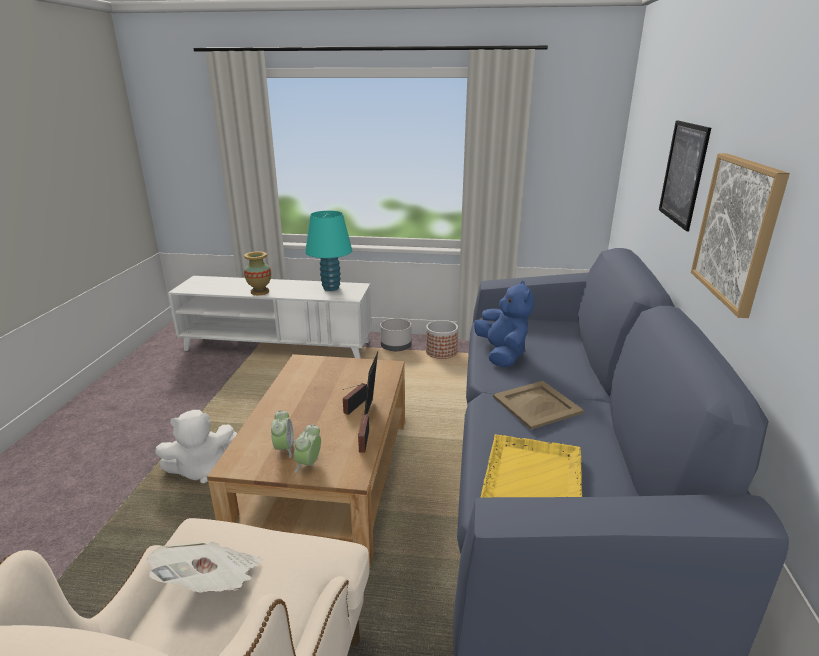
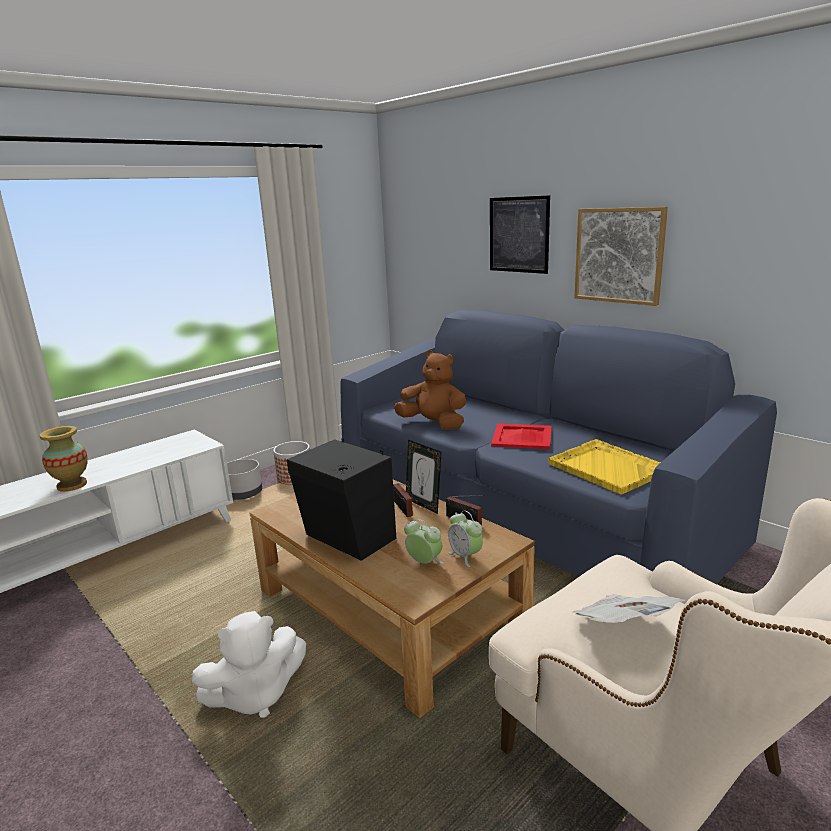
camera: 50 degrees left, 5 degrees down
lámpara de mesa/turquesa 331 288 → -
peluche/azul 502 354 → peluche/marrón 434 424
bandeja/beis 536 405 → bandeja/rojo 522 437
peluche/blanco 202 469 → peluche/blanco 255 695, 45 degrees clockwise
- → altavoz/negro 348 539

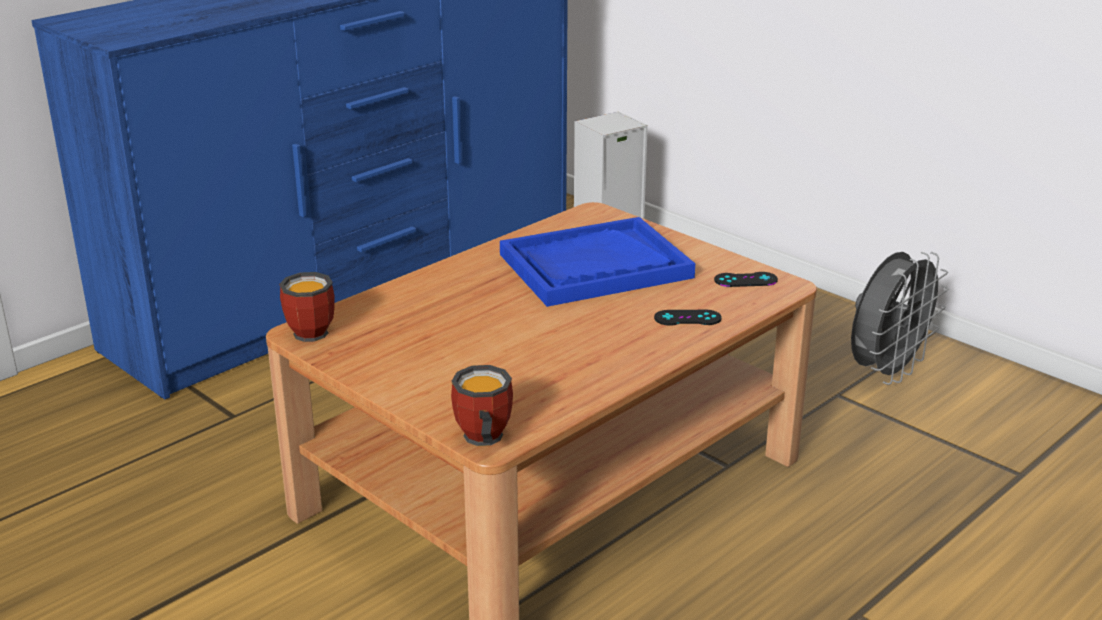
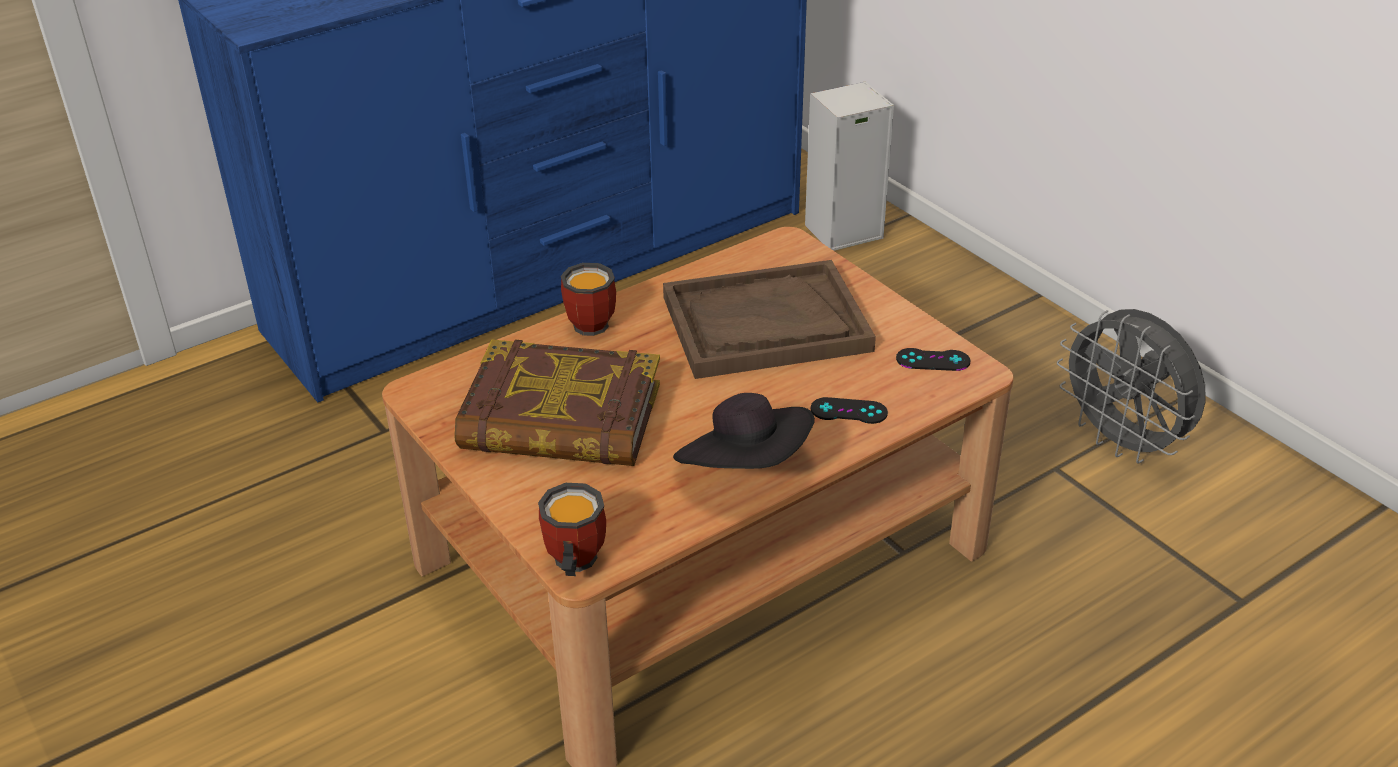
camera: 10 degrees right, 10 degrees up
bandeja/azul 595 266 → bandeja/marrón 765 324
ventilador/gris 886 372 → ventilador/gris 1122 442, 90 degrees clockwise
taza grande 309 330 → taza grande 589 321, moved
- → libro 561 419
- → sombrero/negro 745 467

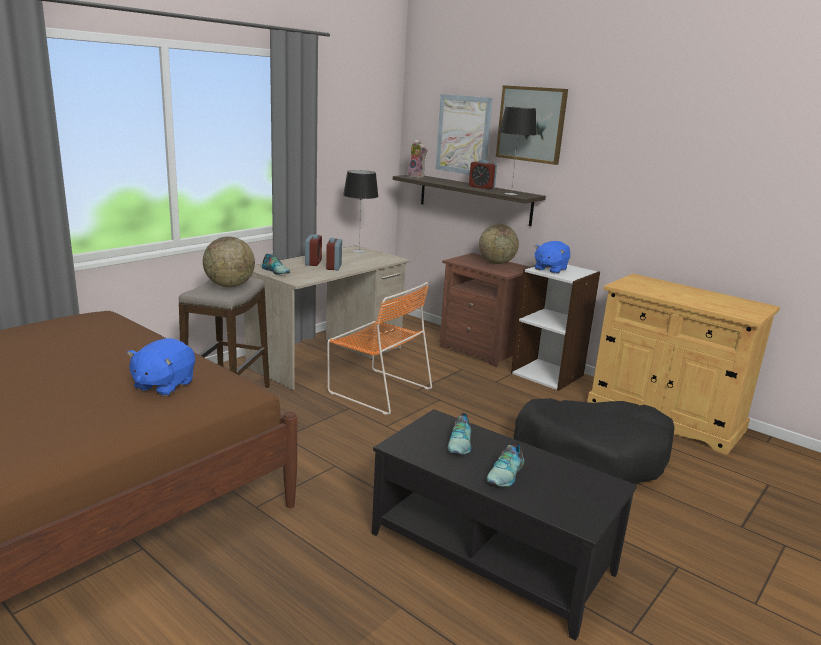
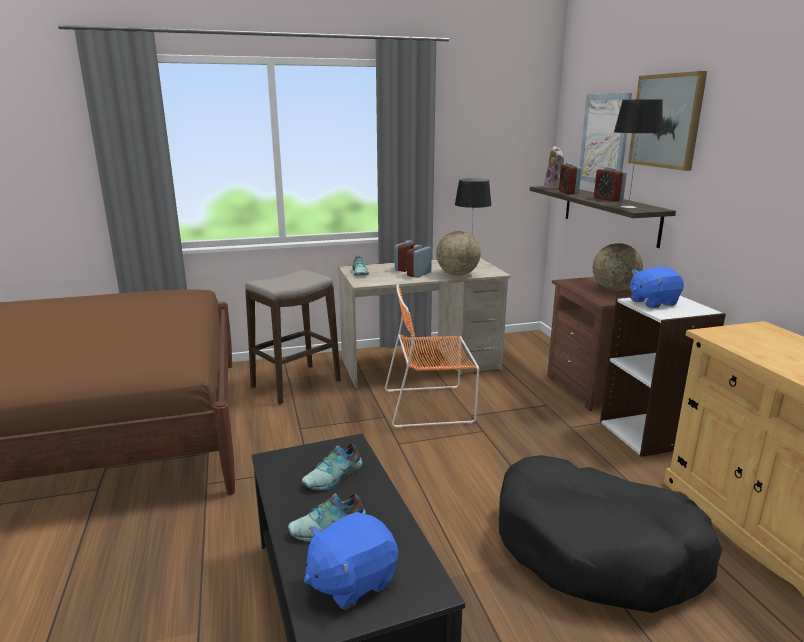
camera: 35 degrees right, 0 degrees up
globo terráqueo 230 286 → globo terráqueo 457 274, moved
silla/naranja 377 389 → silla/naranja 431 405, 105 degrees clockwise
peluche/azul 163 385 → peluche/azul 351 581, moved
- → despertador 568 192

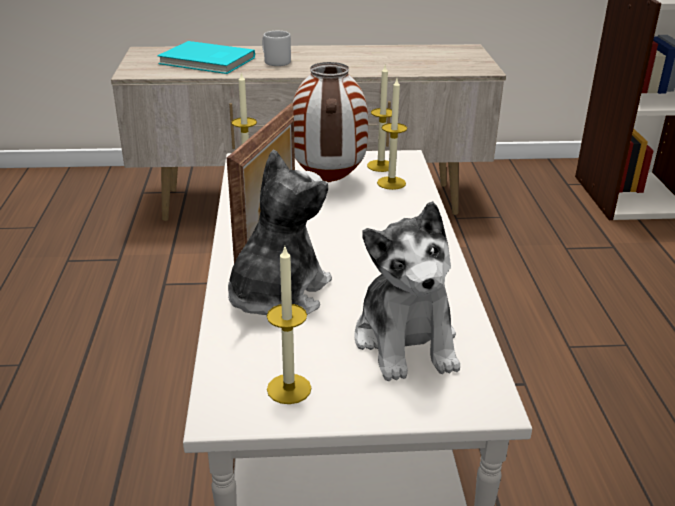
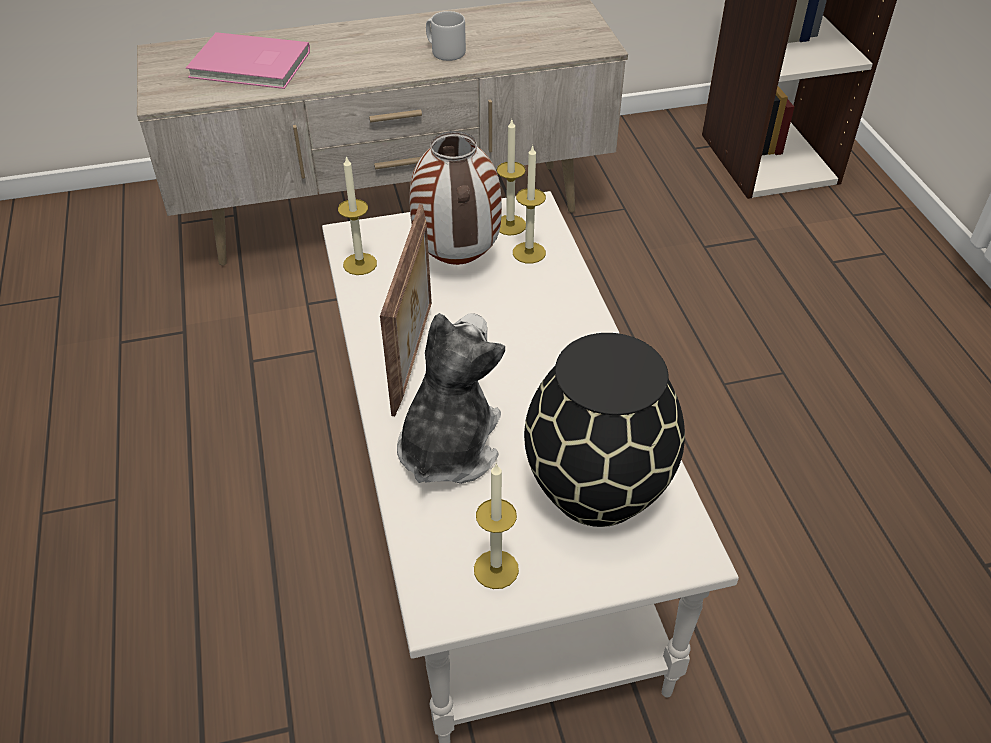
camera: 10 degrees left, 15 degrees up
taza grande/gris 275 61 → taza grande/gris 445 52, moved
libro/turquesa 207 61 → libro/rosa 250 66
peluche 406 341 → florero/negro 598 487

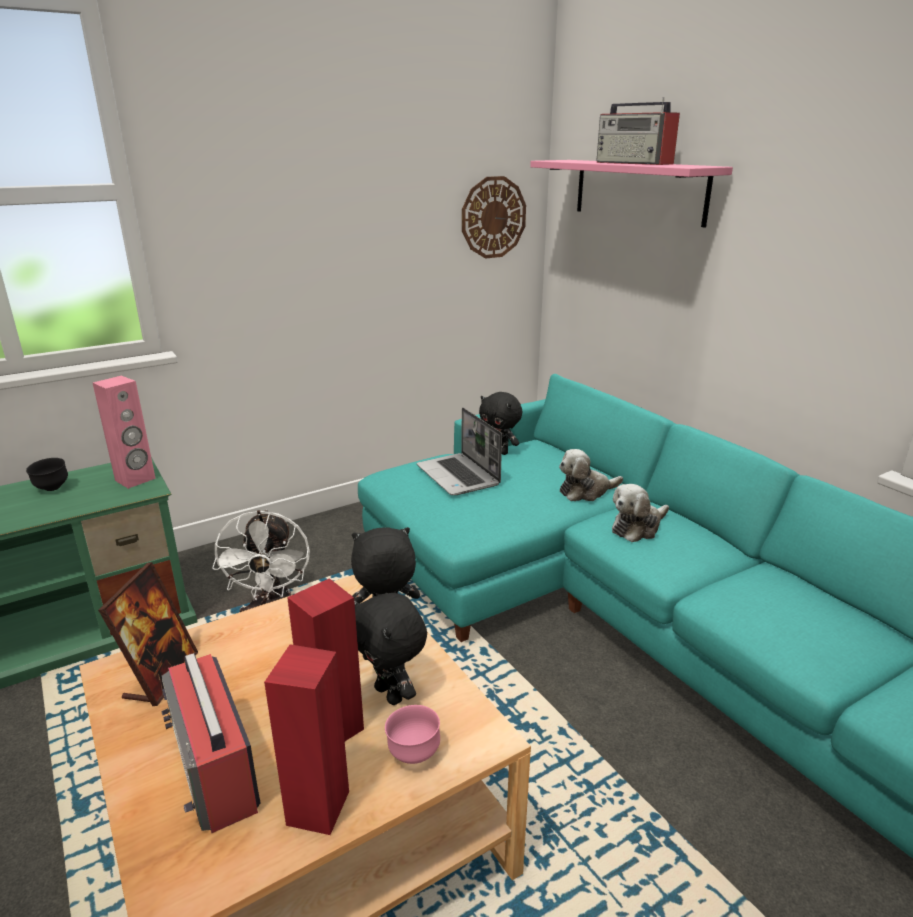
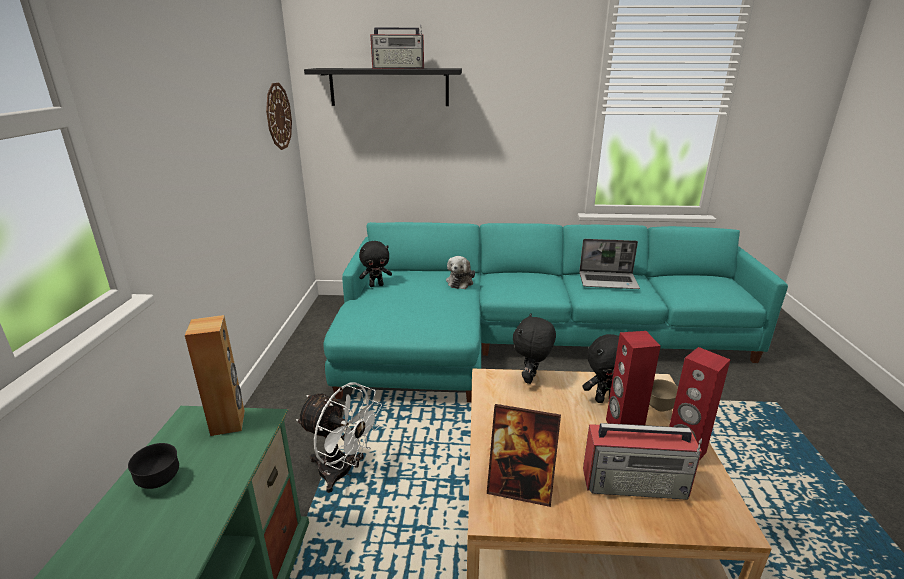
camera: 55 degrees left, 0 degrees up
estante/rosa 638 191 → estante/negro 389 87
altavoz/rosa 135 479 → altavoz/marrón 228 423
portátil 459 476 → portátil 608 281, moved
peluche 637 527 → -
portarretratos 161 676 → portarretratos 520 489, 150 degrees clockwise
cuenco/rosa 413 754 → cuenco/marrón 658 408

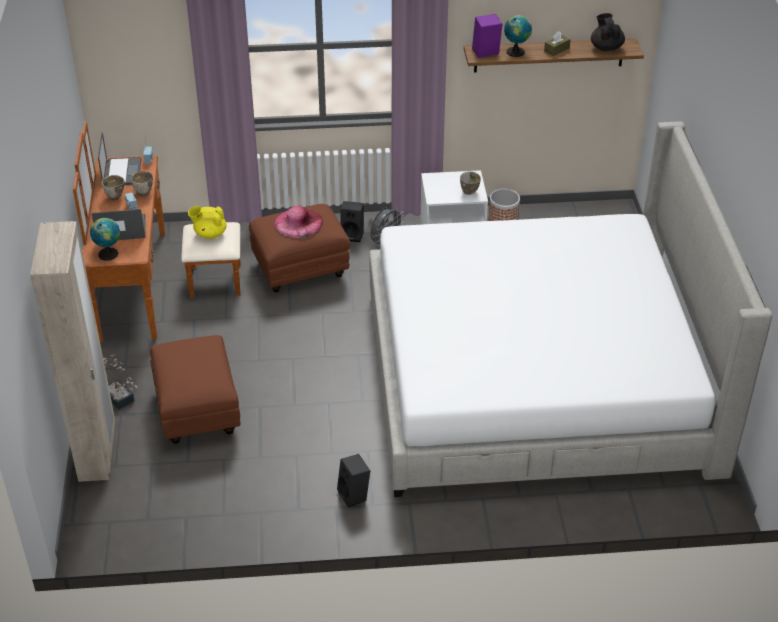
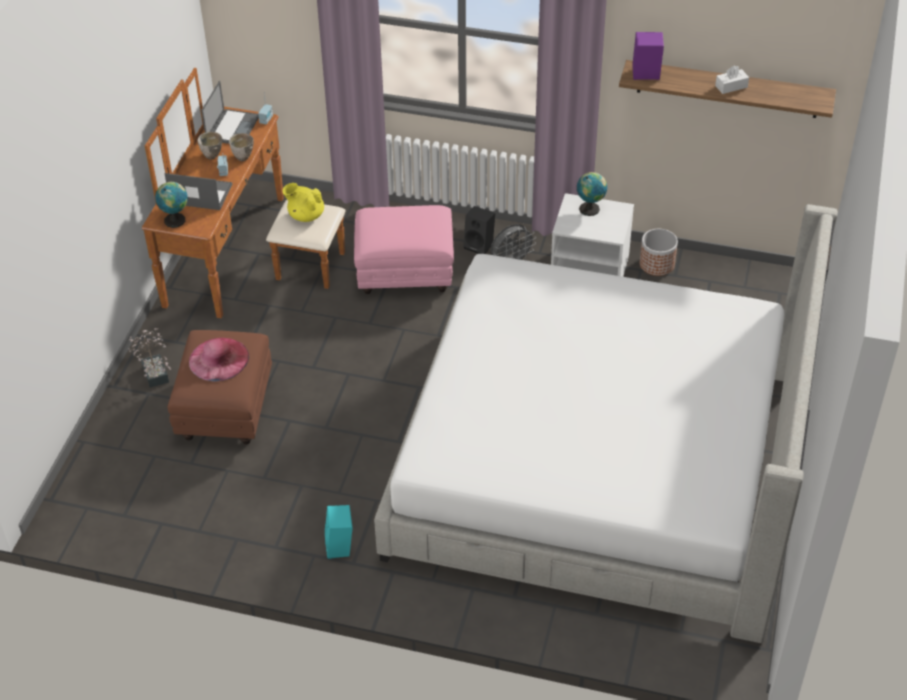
camera: 20 degrees right, 5 degrees up
tetera/negro 606 47 → -
globo terráqueo 516 51 → globo terráqueo 590 208, moved
caja de pañuelos/marrón 556 50 → caja de pañuelos/blanco 731 86
cuenco 468 192 → -
puf/marrón 301 269 → puf/rosa 406 273
sombrero/rosa 298 223 → sombrero/rosa 218 359, moved
armario ropero/beis 98 453 → -
altavoz/negro 355 495 → altavoz/turquesa 341 547

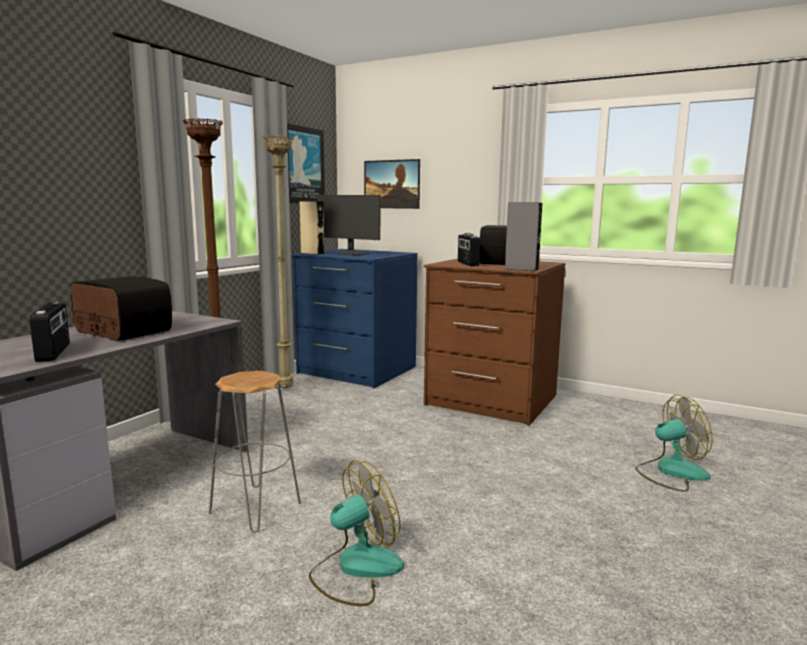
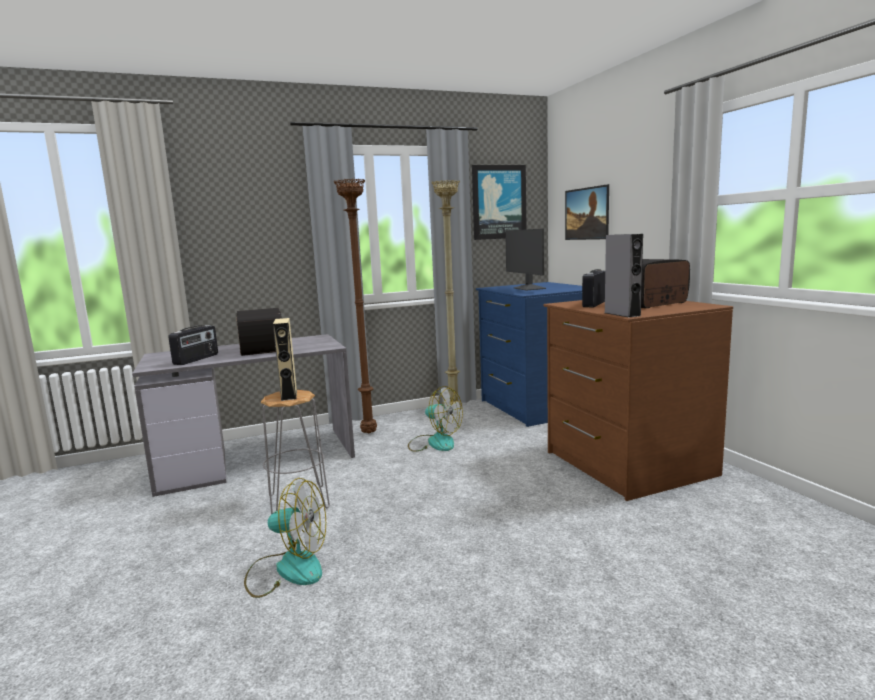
camera: 40 degrees right, 0 degrees up
altavoz/beis 312 253 → altavoz/beis 289 395, moved
ventilador 671 472 → ventilador 434 442, moved

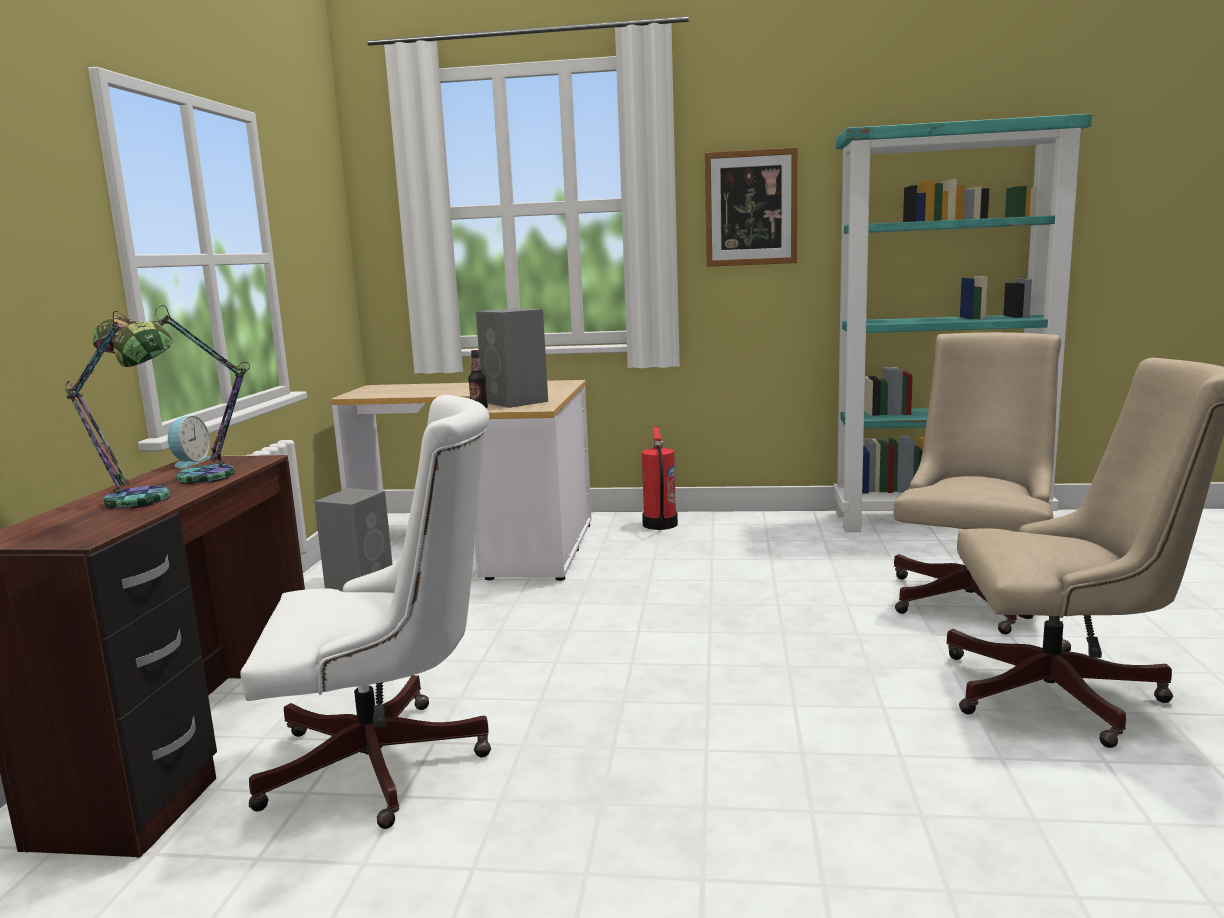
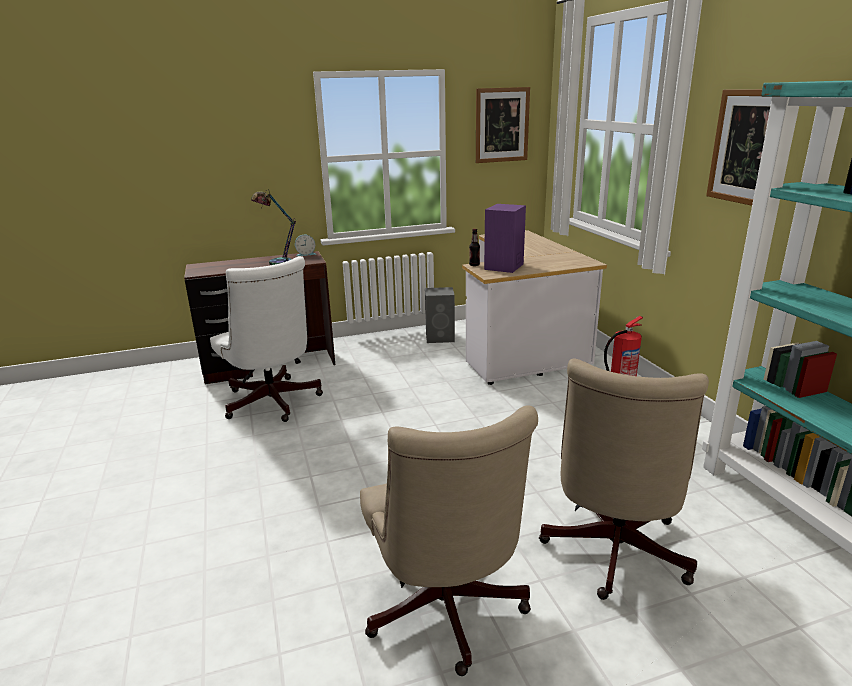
camera: 65 degrees right, 10 degrees up
altavoz/gris 516 402 → altavoz/morado 503 267
lámpara de mesa 145 504 → -
silla de oficina/beis 974 596 → silla de oficina/beis 612 554, 105 degrees clockwise
- → cuadro 502 125

